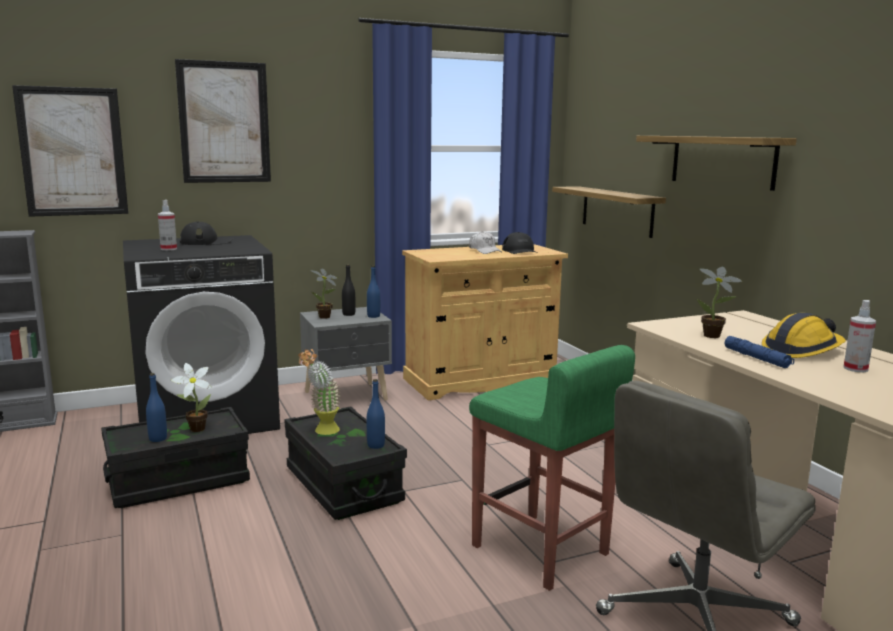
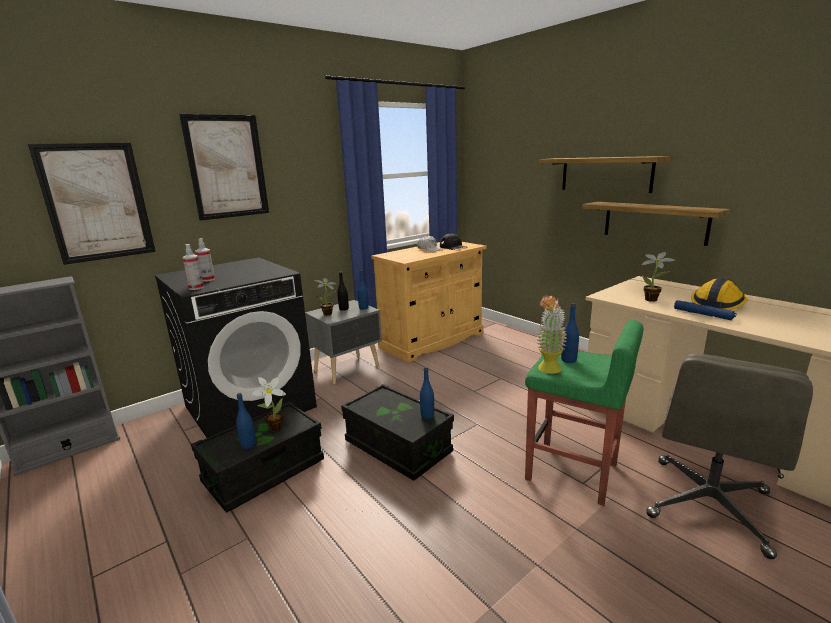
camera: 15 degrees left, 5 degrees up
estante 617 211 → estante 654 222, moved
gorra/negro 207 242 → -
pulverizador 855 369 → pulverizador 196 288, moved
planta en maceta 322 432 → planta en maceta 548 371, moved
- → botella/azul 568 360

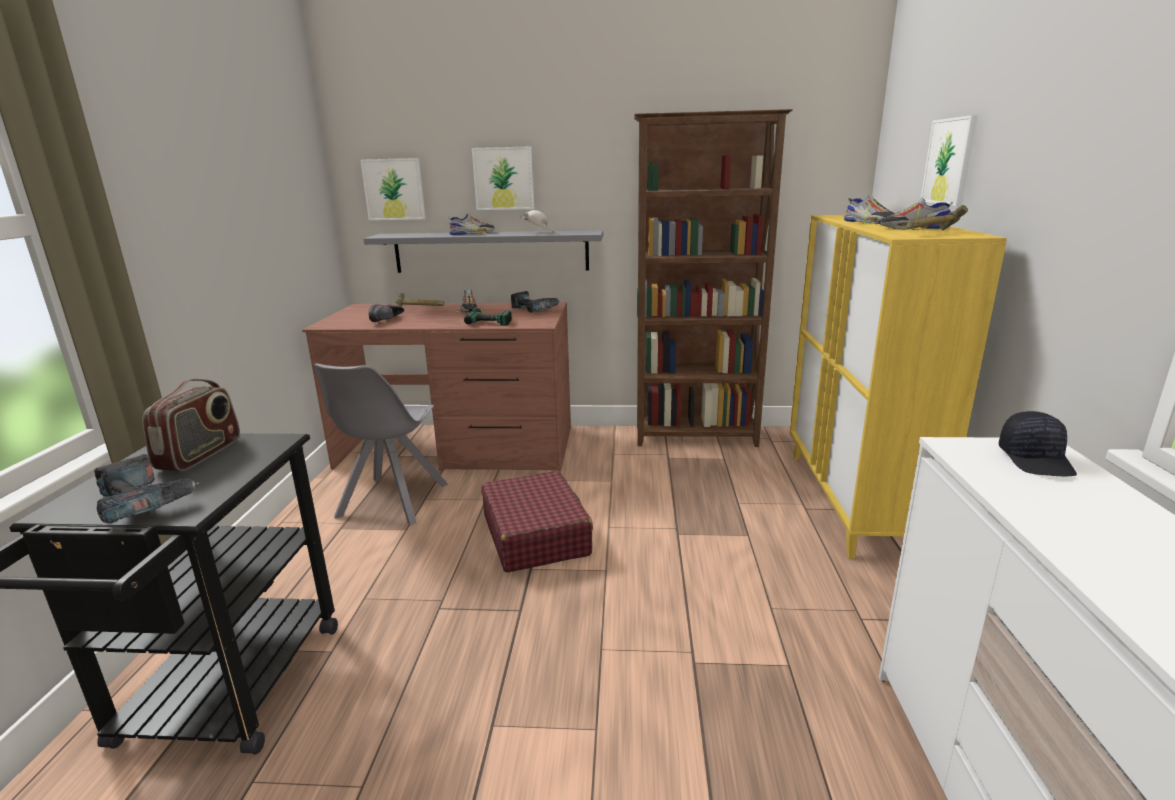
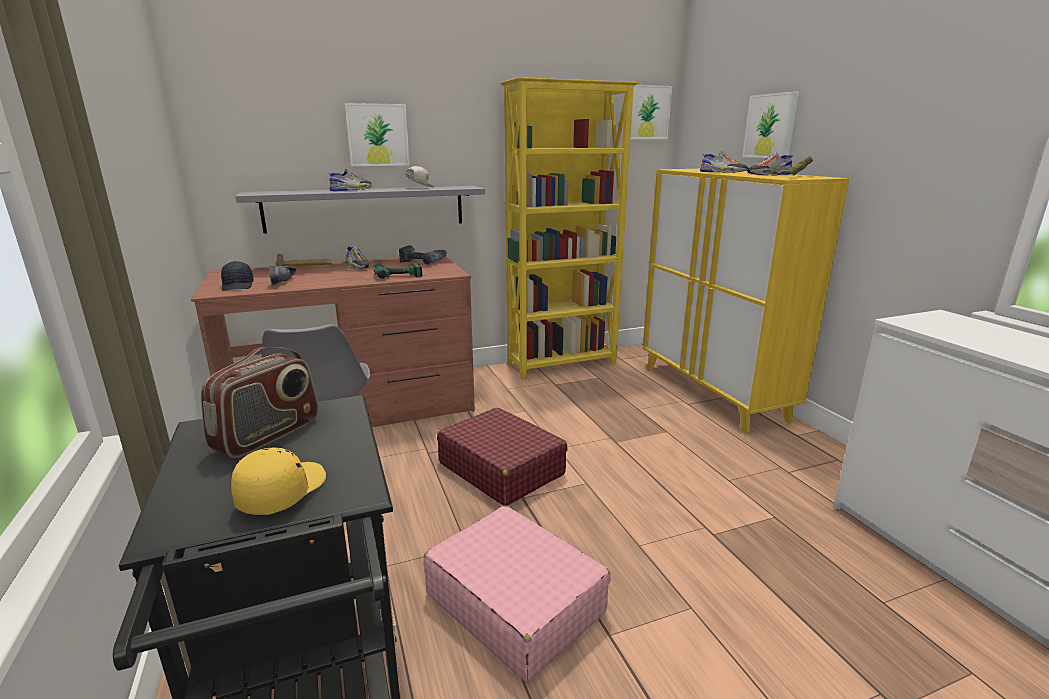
camera: 25 degrees left, 0 degrees up
estantería/marrón 696 437 → estantería/amarillo 563 364
cuadro 394 189 → cuadro 647 112, moved
radio 200 454 → radio 268 435, 45 degrees clockwise
gorra/negro 1036 460 → gorra/negro 238 286, moved
taladro 144 500 → gorra/amarillo 281 492
- → maleta/rosa 514 603

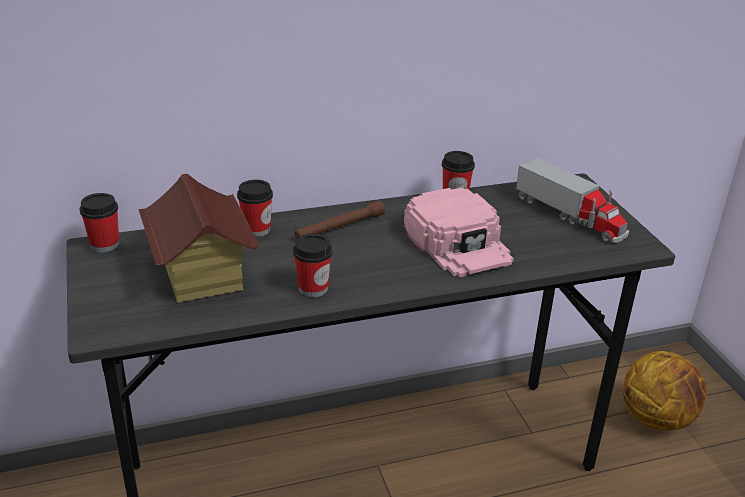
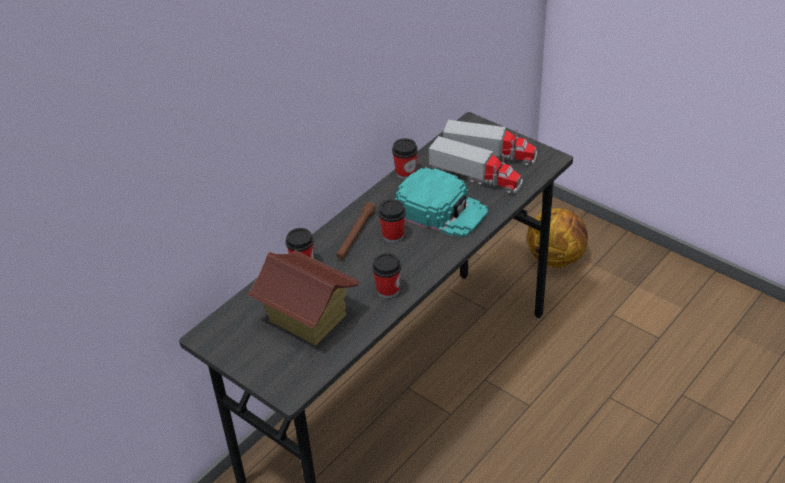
camera: 30 degrees left, 10 degrees up
gorra/rosa 458 242 → gorra/turquesa 441 209
taza 105 245 → taza 393 236, moved
- → camión de juguete 476 177

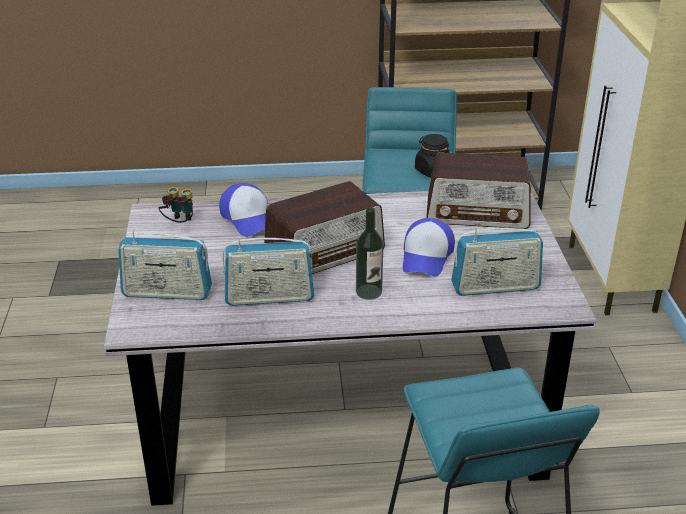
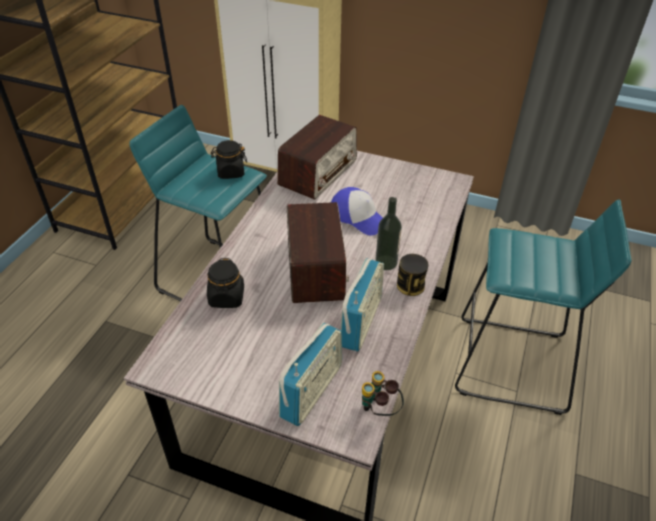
camera: 65 degrees left, 10 degrees up
gorra 248 218 → tarro/negro 226 297
prismáticos 179 224 → prismáticos 379 410, moved
radio 495 287 → -
- → lata 410 285

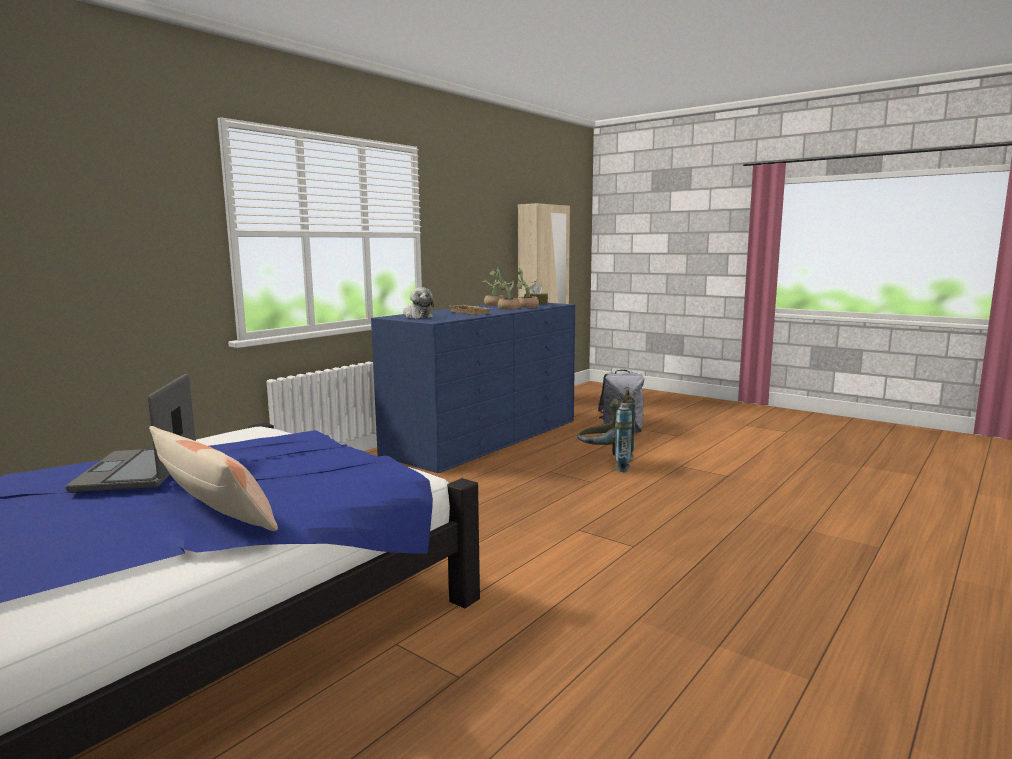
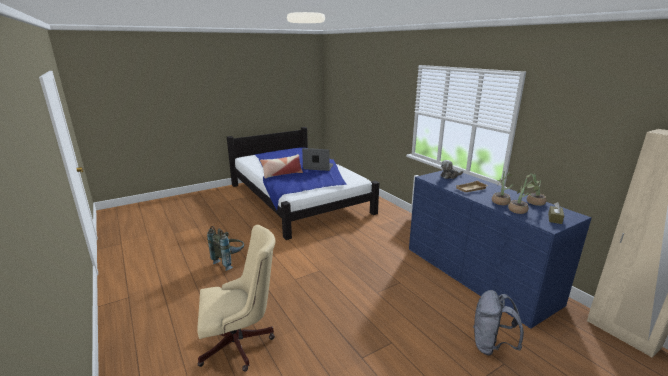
camera: 110 degrees right, 10 degrees up
mochila/gris 606 464 → mochila/gris 229 261, moved
- → silla de oficina/beis 241 343

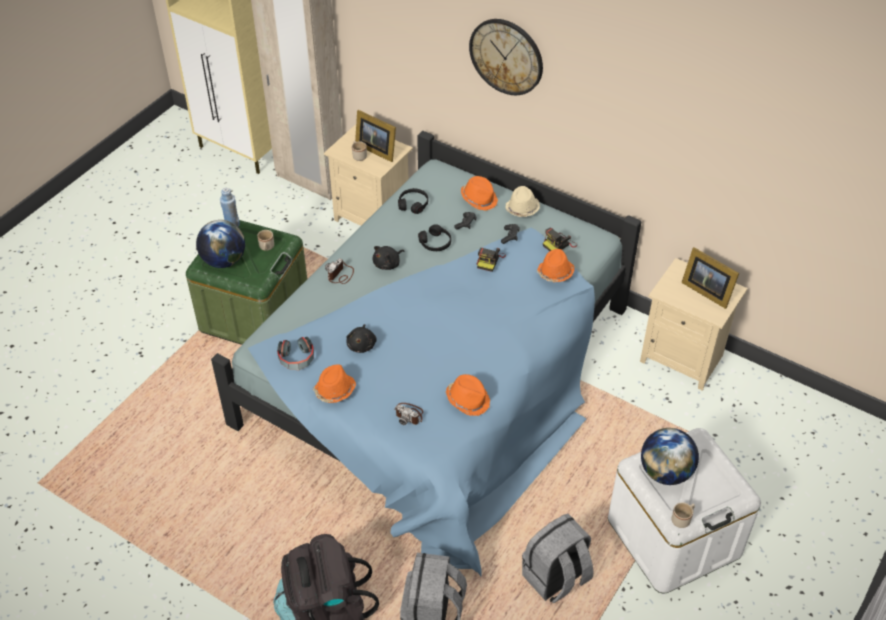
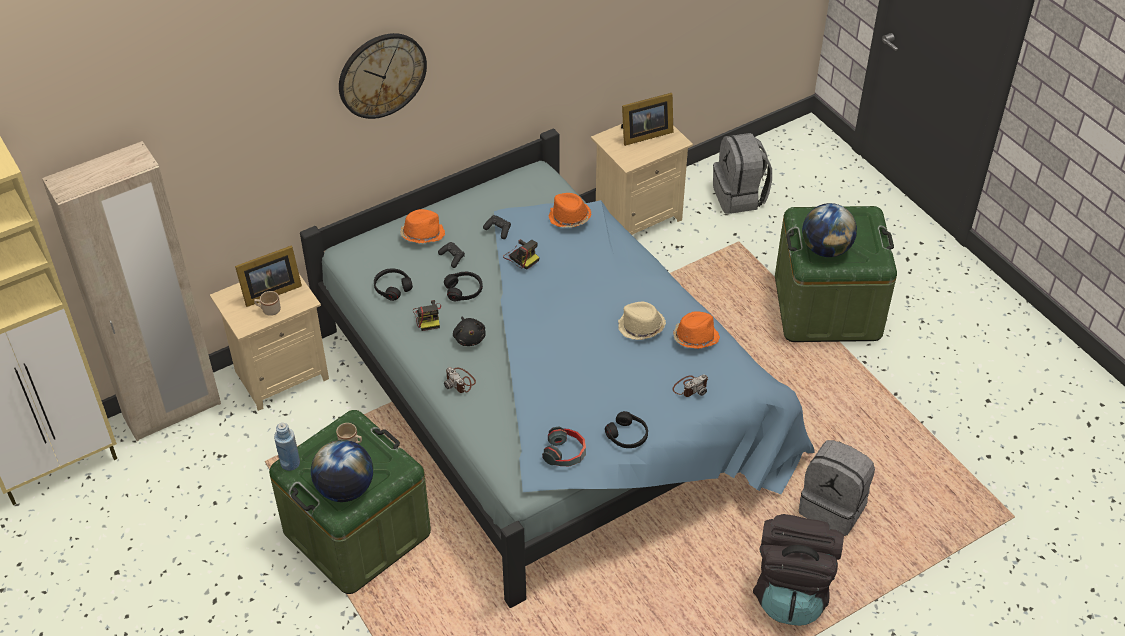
camera: 65 degrees left, 0 degrees up
sombrero/beis 522 209 → sombrero/beis 641 327, moved
cámara 559 244 → cámara 428 317, moved
peluche/negro 362 345 → -
sombrero/naranja 334 391 → auriculares/negro 627 435
caja de almacenaje/blanco 673 537 → caja de almacenaje/verde 827 307
taza grande/beis 682 519 → -
mochila/gris 555 578 → mochila/gris 740 196, moved

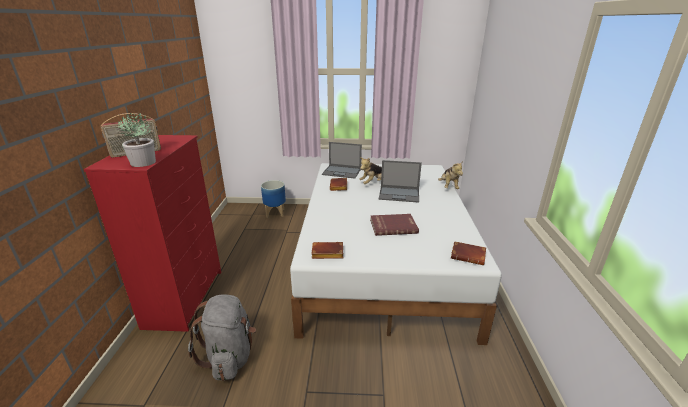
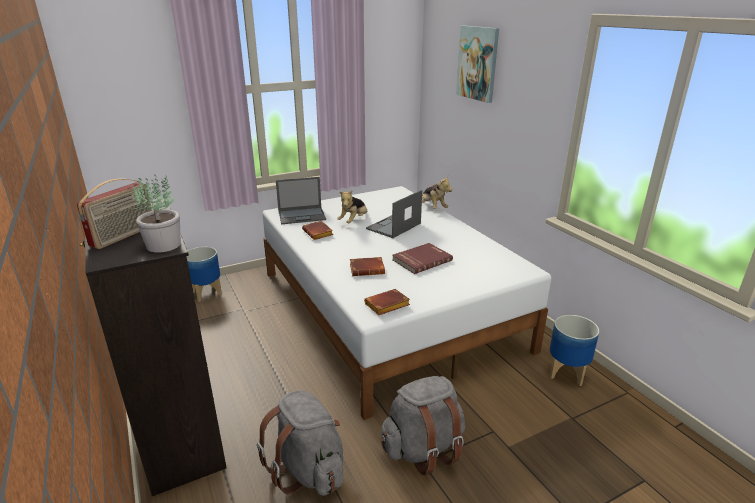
camera: 30 degrees left, 0 degrees up
cómoda/rojo 186 297 → cómoda/negro 181 433
portátil 399 194 → portátil 393 226, 150 degrees clockwise
libro/marrón 469 256 → libro/marrón 368 269, moved
- → cuadro 478 63
- → maceta 566 372
- → mochila/gris 423 449

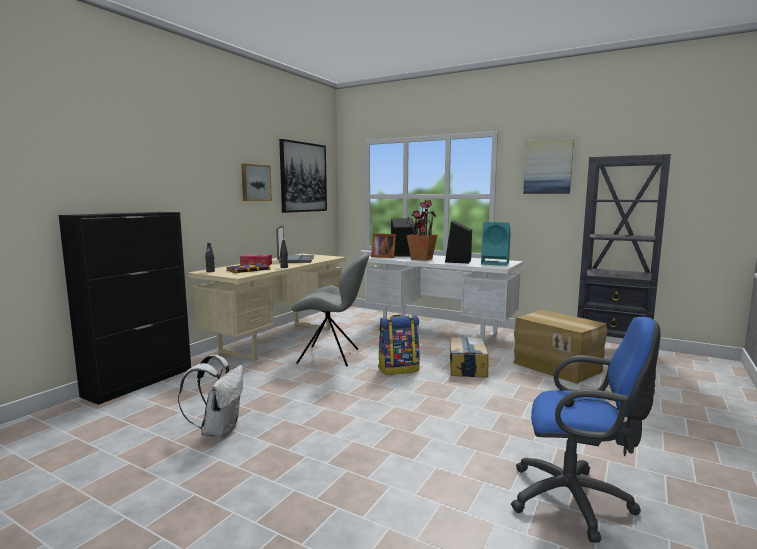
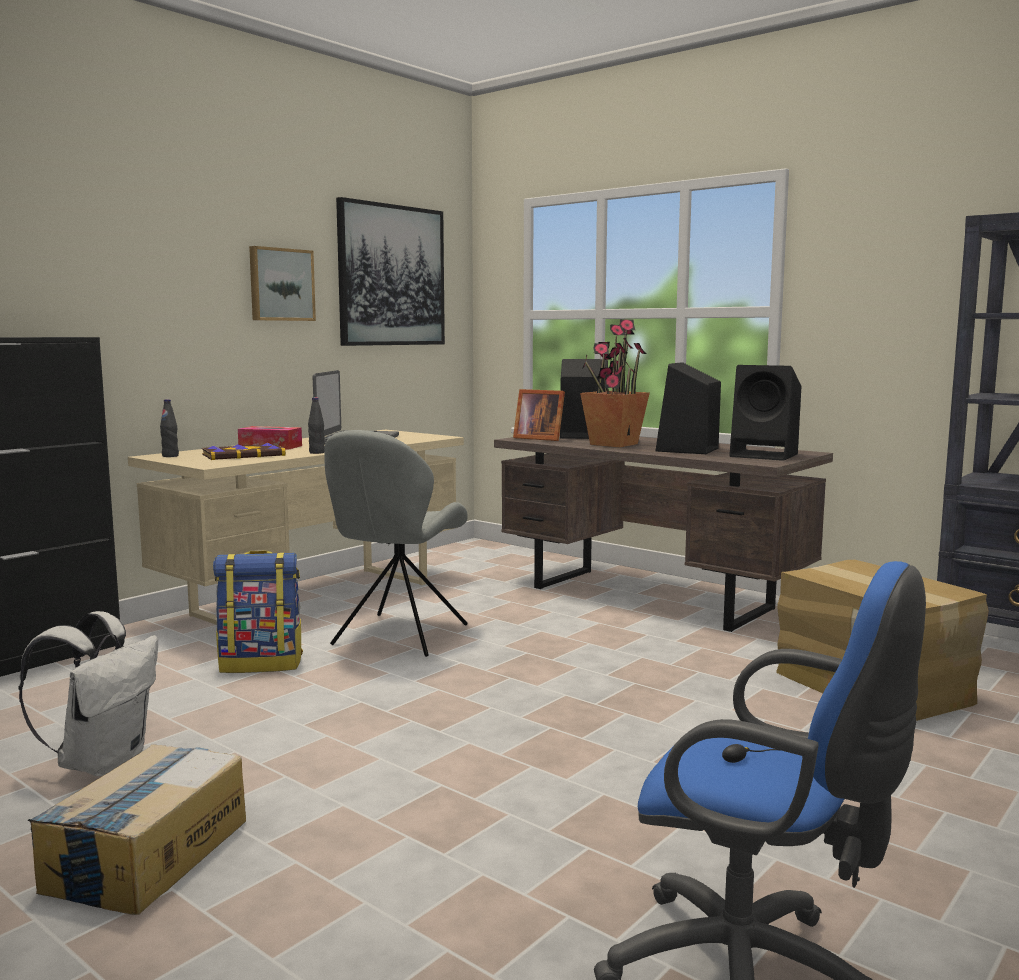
camera: 10 degrees right, 0 degrees up
cuadro 548 167 → -
altavoz/turquesa 496 263 → altavoz/negro 766 455
silla/gris 331 356 → silla/gris 398 636, 90 degrees clockwise
escritorio/blanco 440 330 → escritorio/marrón 652 598
mochila 398 369 → mochila 262 663, moved
caja de cartón 467 366 → caja de cartón 146 855, moved

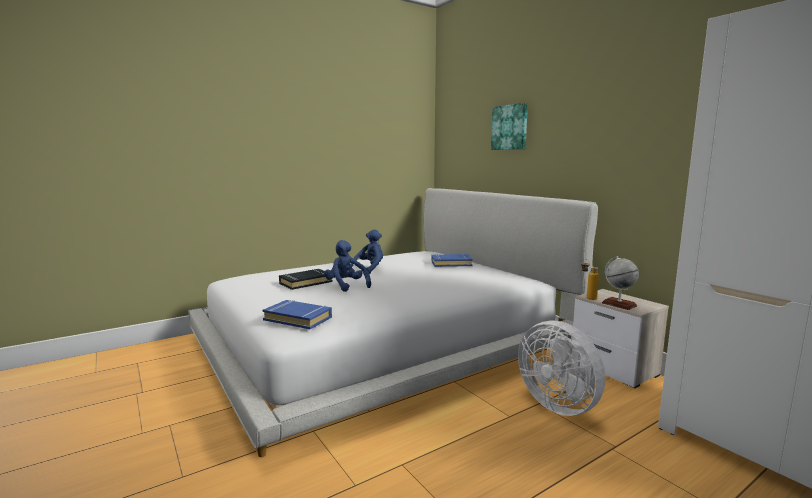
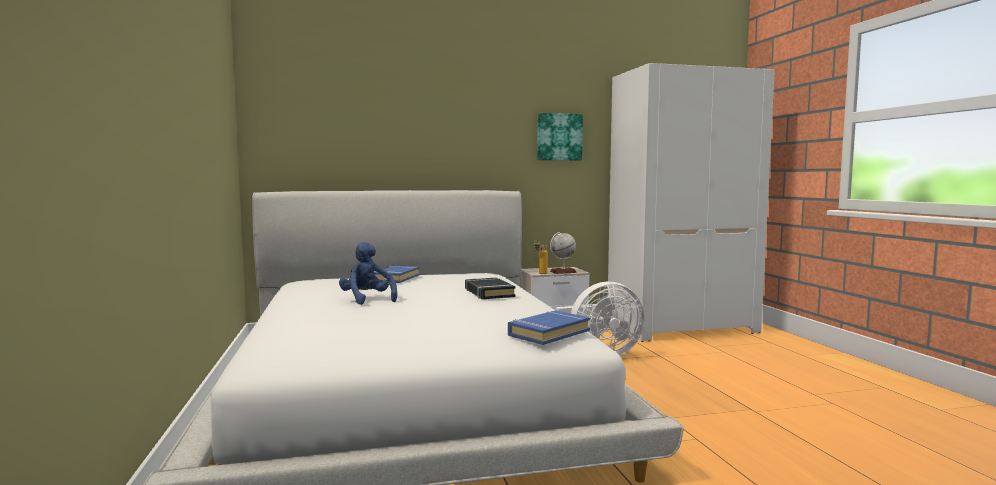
camera: 70 degrees left, 5 degrees down
cuadro 510 127 → cuadro 559 137, moved
peluche/azul 346 286 → -
libro/negro 305 282 → libro/negro 489 293, moved

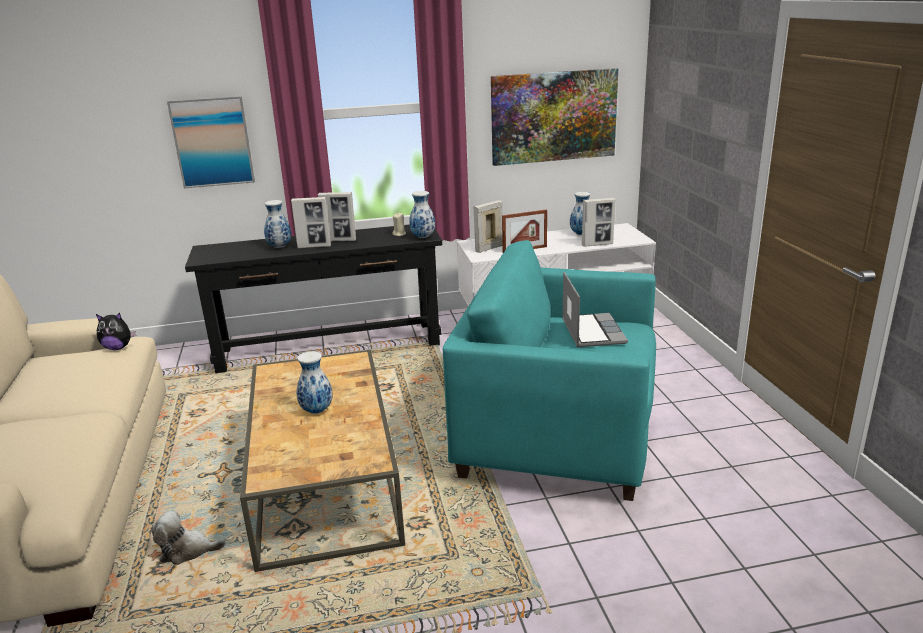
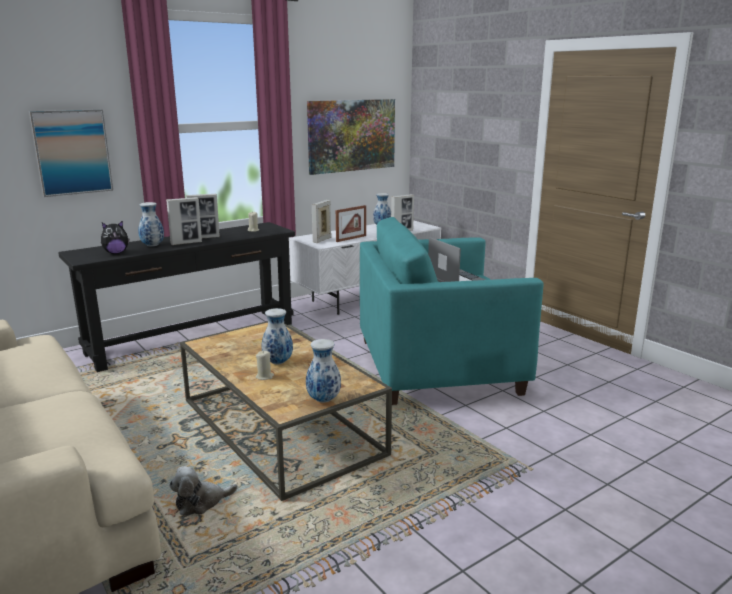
camera: 25 degrees left, 5 degrees down
florero 423 237 → florero 324 399, moved
peluche 118 348 → peluche 116 253, moved
- → vela/beis 264 376

